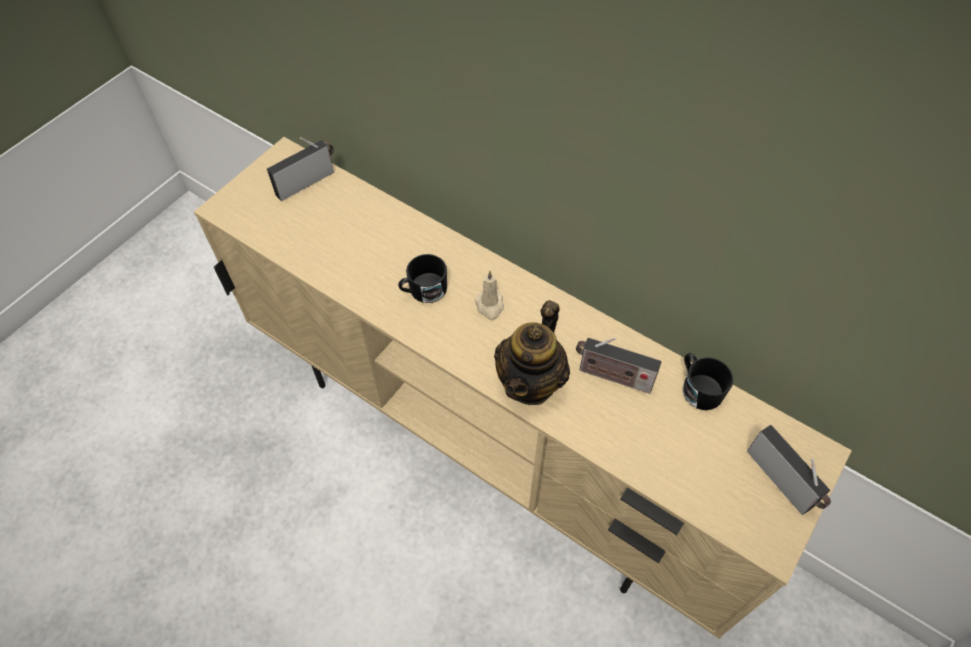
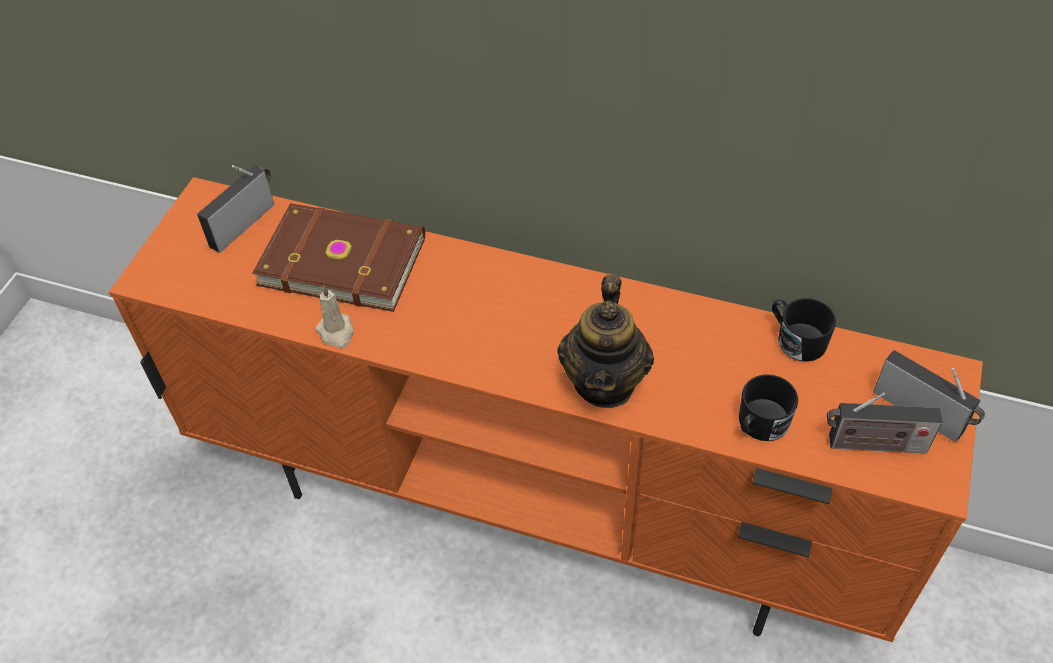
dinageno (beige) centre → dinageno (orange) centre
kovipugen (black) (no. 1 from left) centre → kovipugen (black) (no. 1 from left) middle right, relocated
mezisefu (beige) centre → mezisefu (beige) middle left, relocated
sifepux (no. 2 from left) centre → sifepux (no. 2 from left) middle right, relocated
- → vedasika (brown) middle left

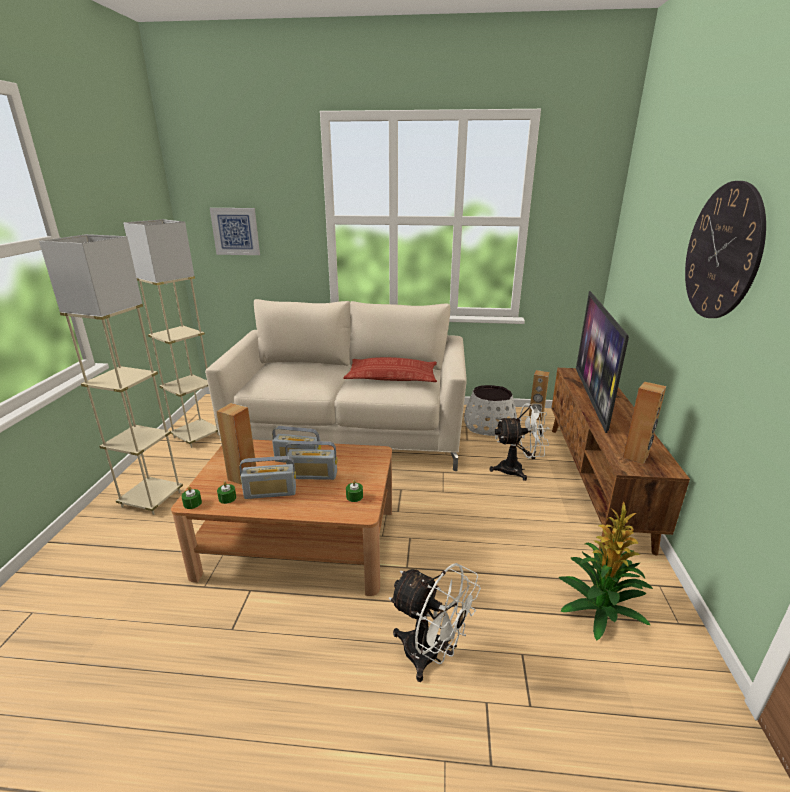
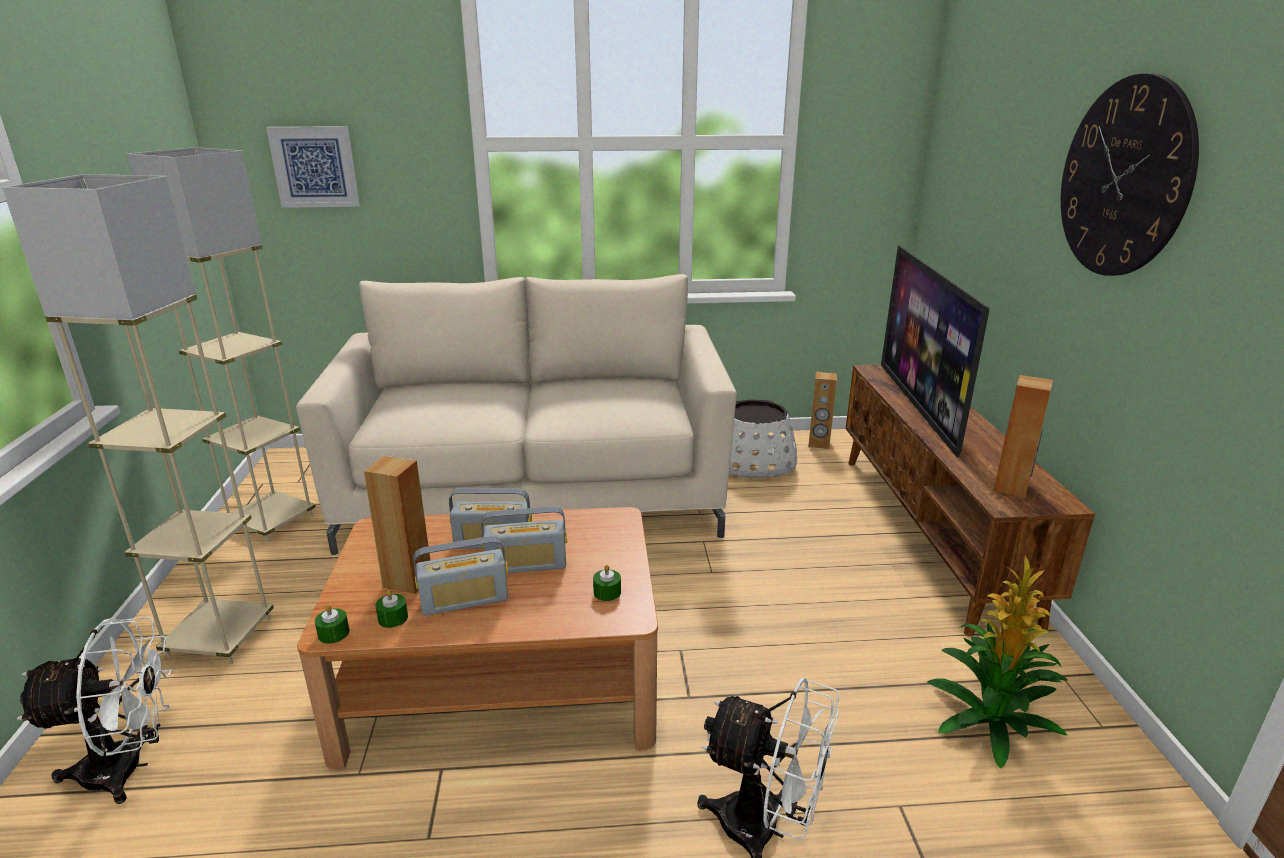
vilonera centre → -
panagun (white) (no. 2 from left in the first image) centre → panagun (white) (no. 1 from left) bottom left, relocated

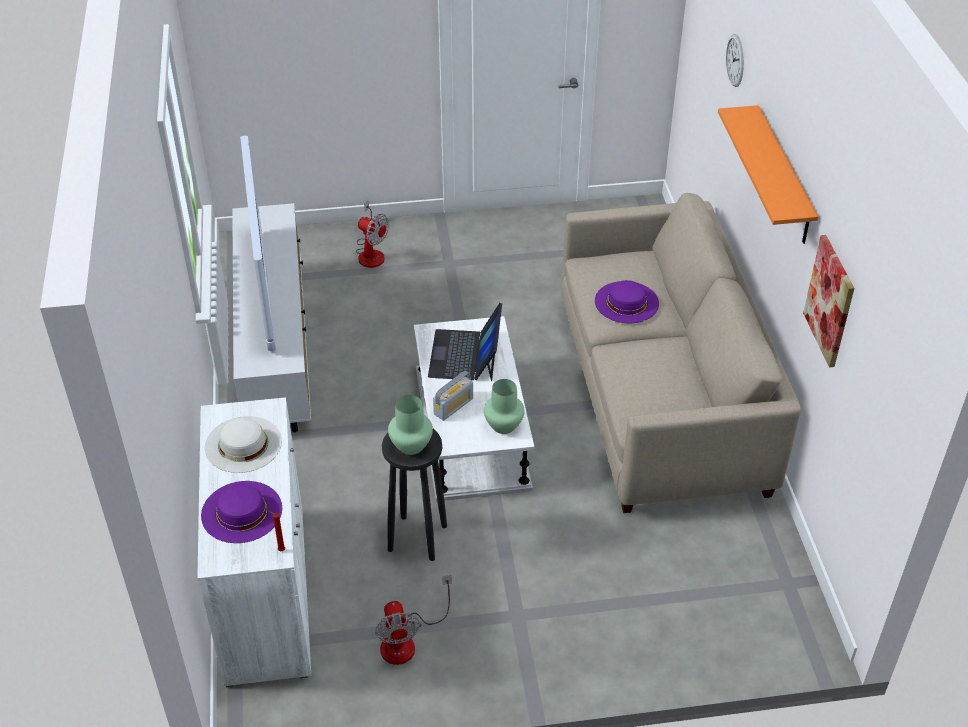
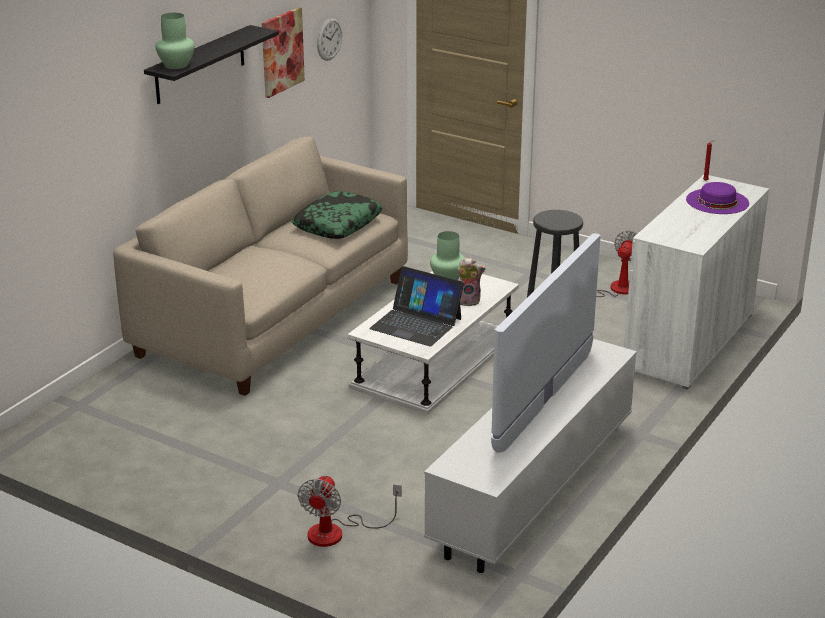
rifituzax top right → rifituzax top centre, relocated
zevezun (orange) top right → zevezun (black) top left
panagun (no. 1 from left) top centre → panagun (no. 1 from left) bottom centre, 150 degrees counterclockwise
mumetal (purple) (no. 2 from left) centre → -
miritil centre, 75 degrees clockwise
sifepux centre → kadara centre
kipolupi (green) (no. 1 from left) centre → kipolupi (green) (no. 1 from left) top left, relocated
mumetal (white) middle left → -
- → vilonera centre

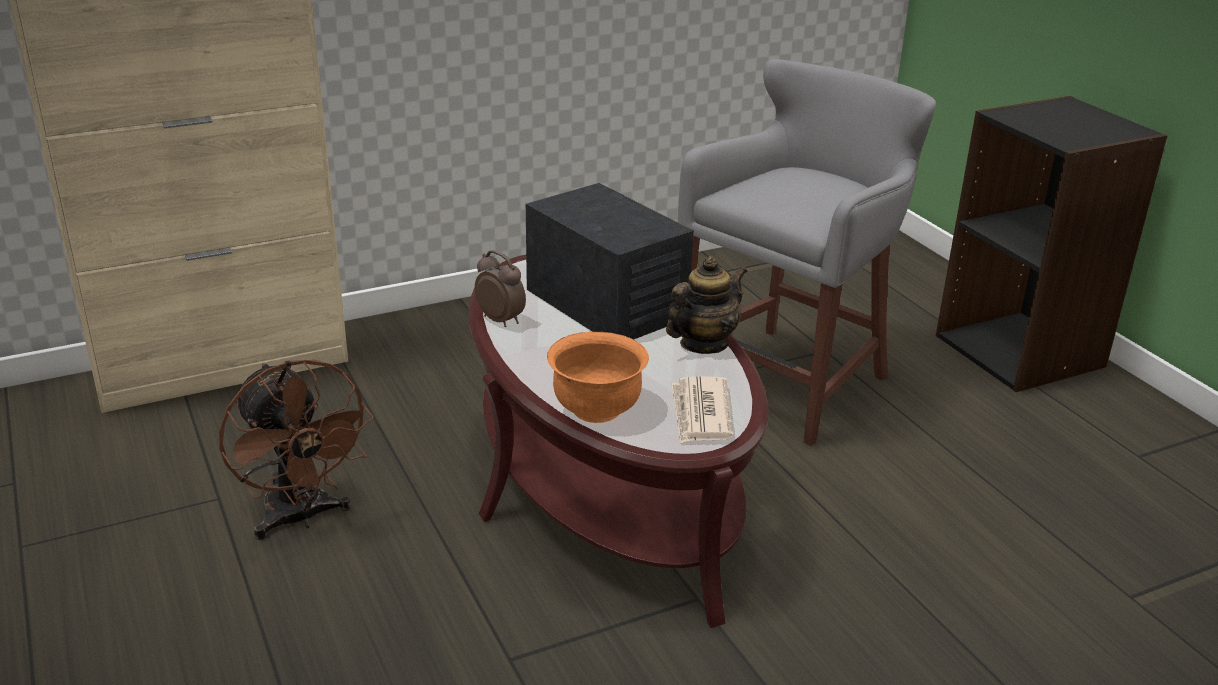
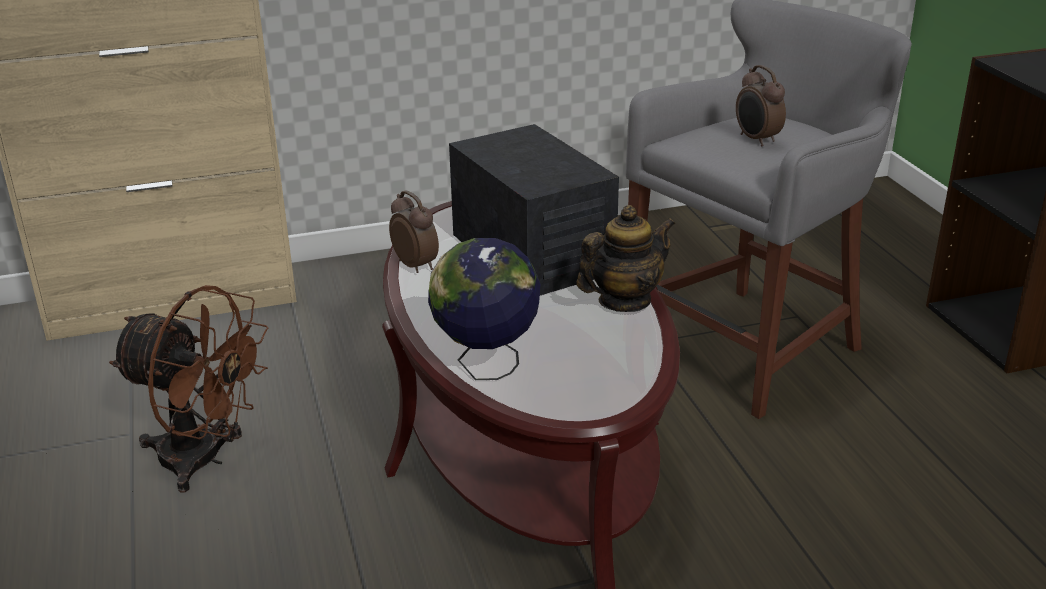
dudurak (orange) centre → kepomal centre
panagun (brown) middle left, 45 degrees counterclockwise
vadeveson centre → -
- → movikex (no. 2 from left) top right

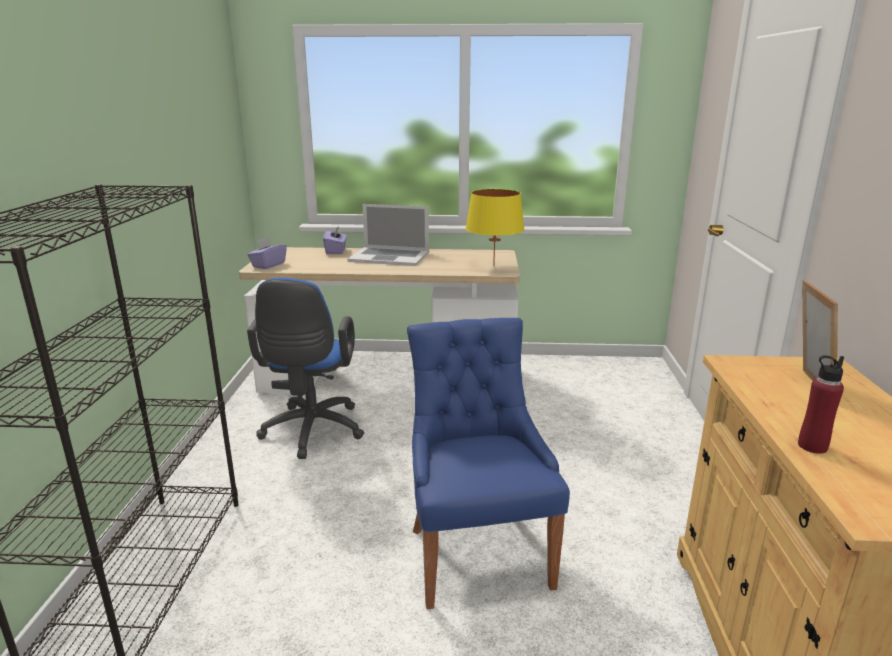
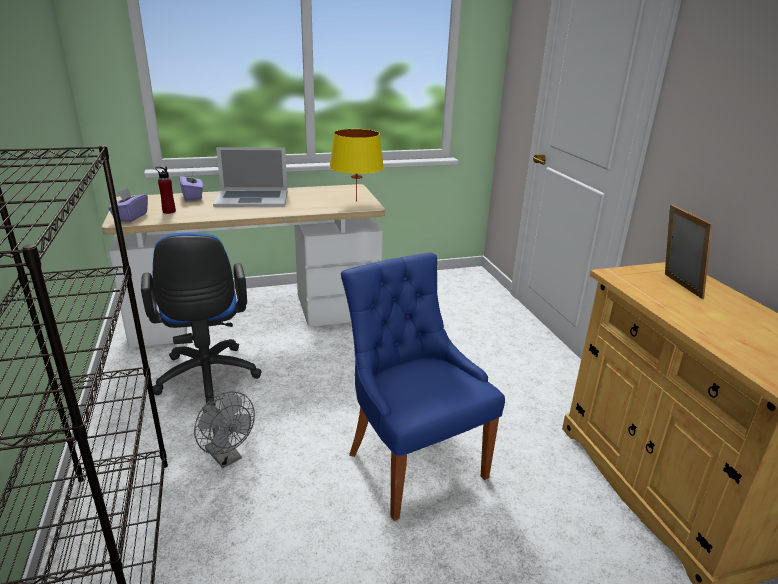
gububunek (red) middle right → gububunek (red) top left, relocated
- → panagun (grey) bottom left

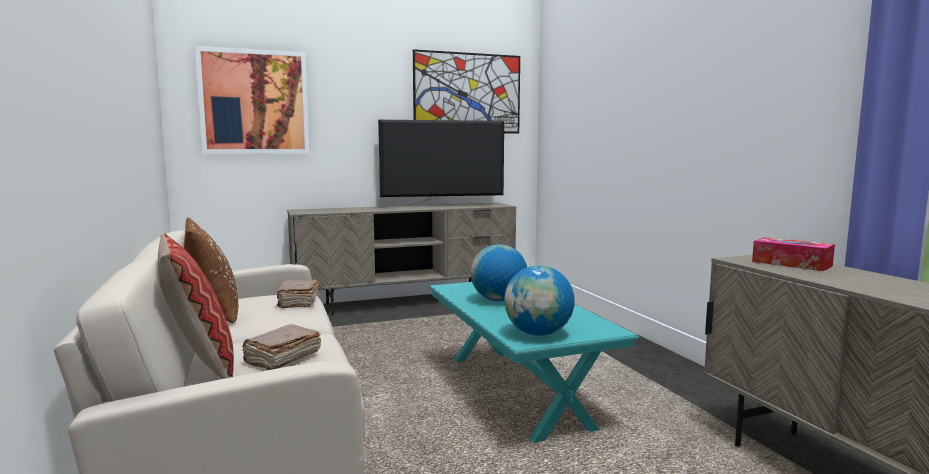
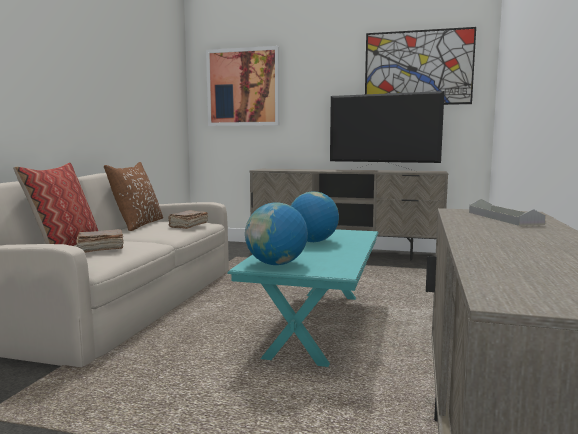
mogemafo middle right → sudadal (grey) middle right

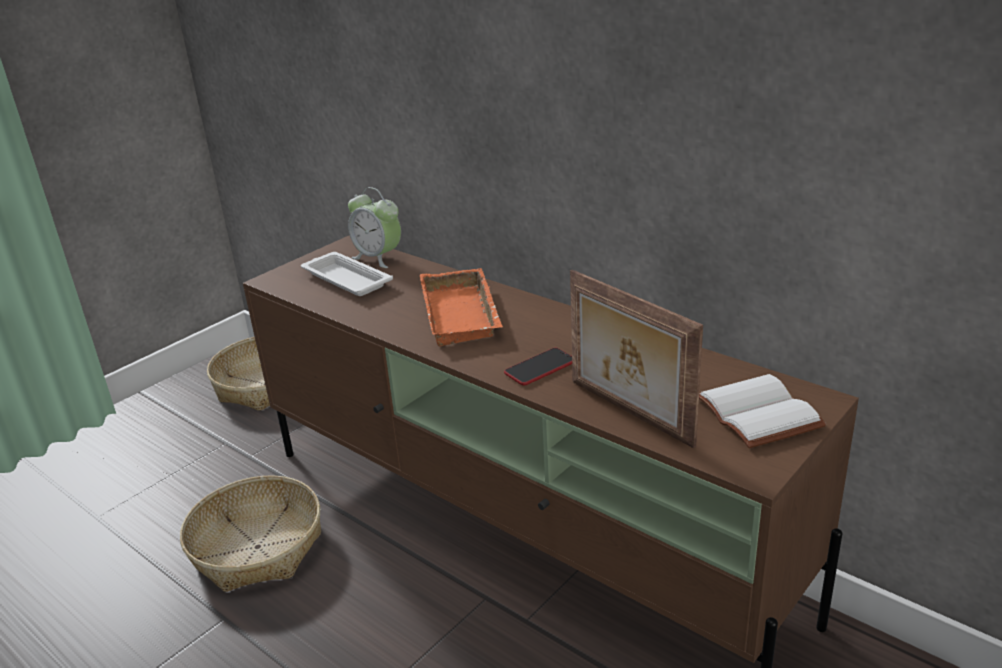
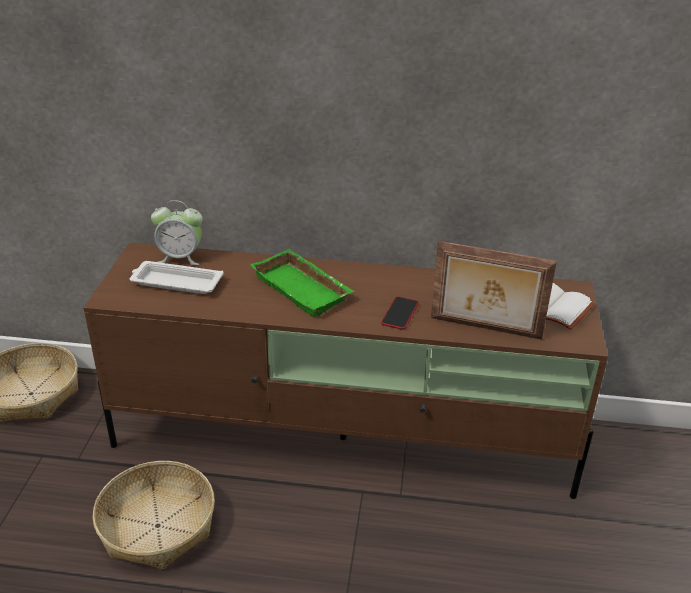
sudadal (orange) centre → sudadal (green) centre

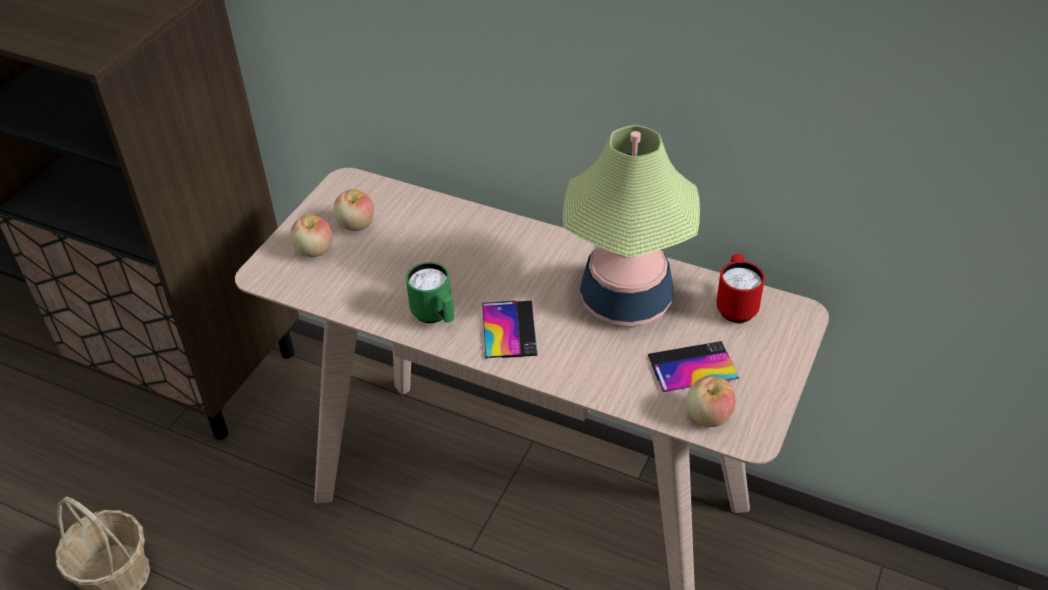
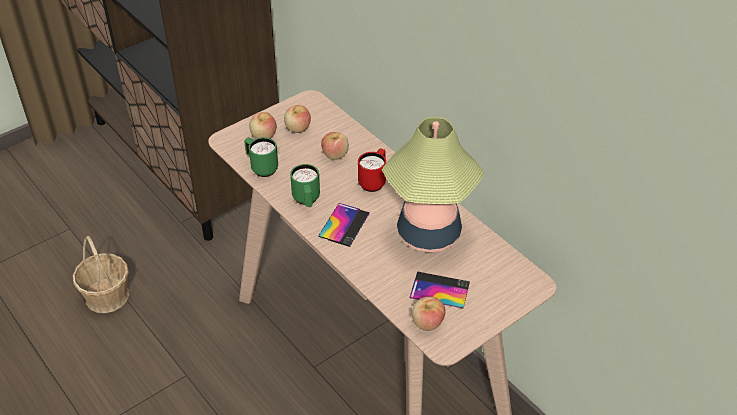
kovipugen (red) middle right → kovipugen (red) centre, relocated
- → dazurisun (no. 3 from left) centre
- → kovipugen (green) (no. 1 from left) centre

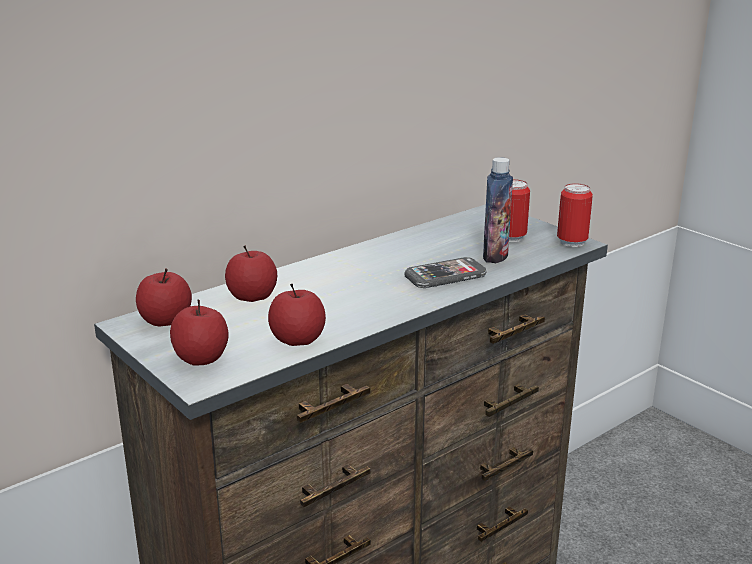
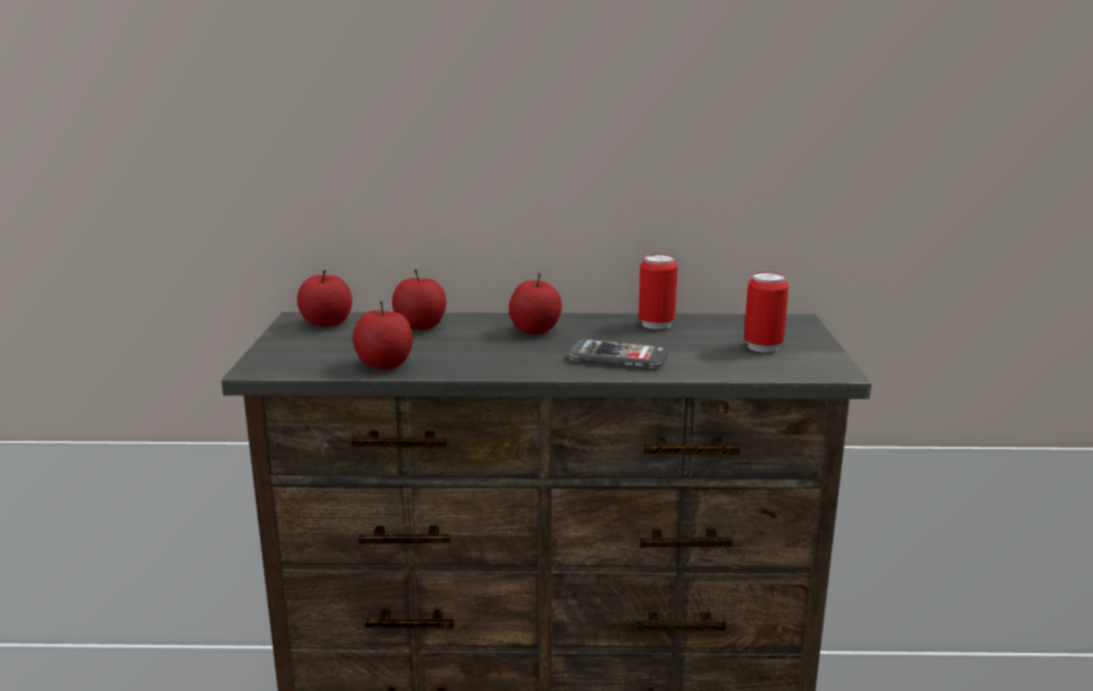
gububunek centre → -
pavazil (no. 2 from left in the first image) middle right → pavazil (no. 1 from left) centre, relocated
dazurisun (no. 2 from left in the first image) middle left → dazurisun (no. 4 from left) centre, relocated

